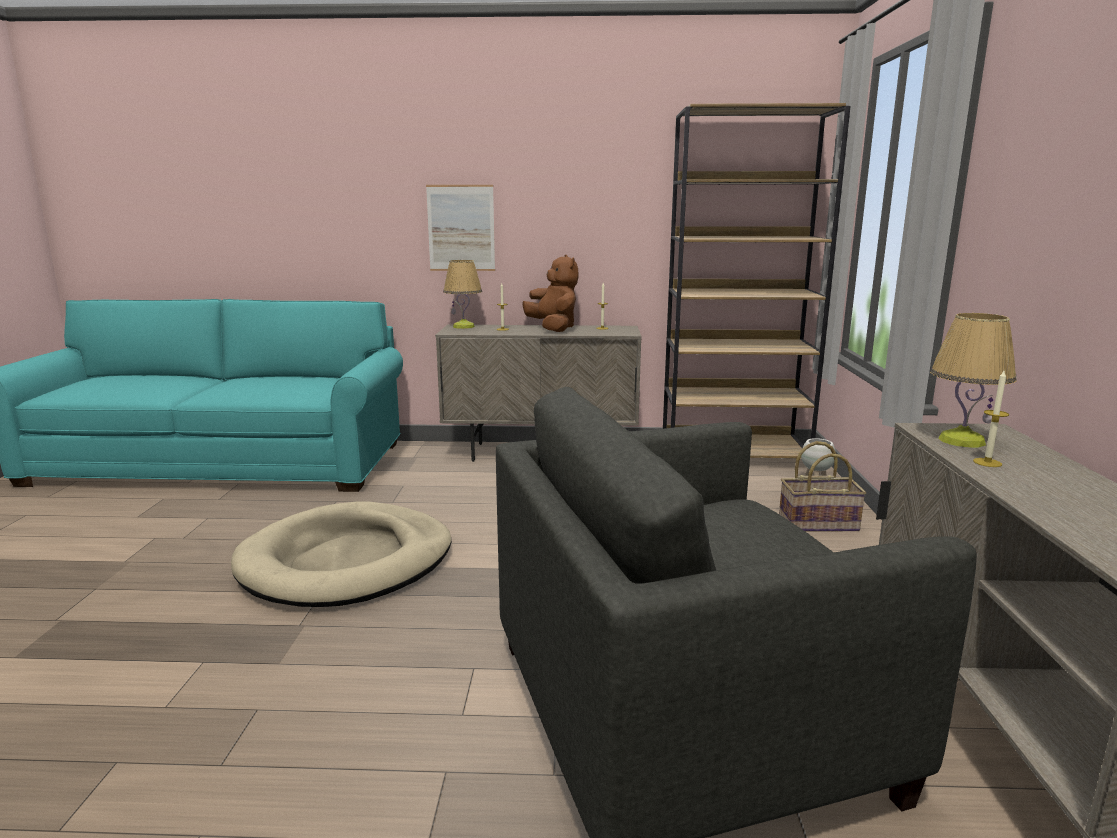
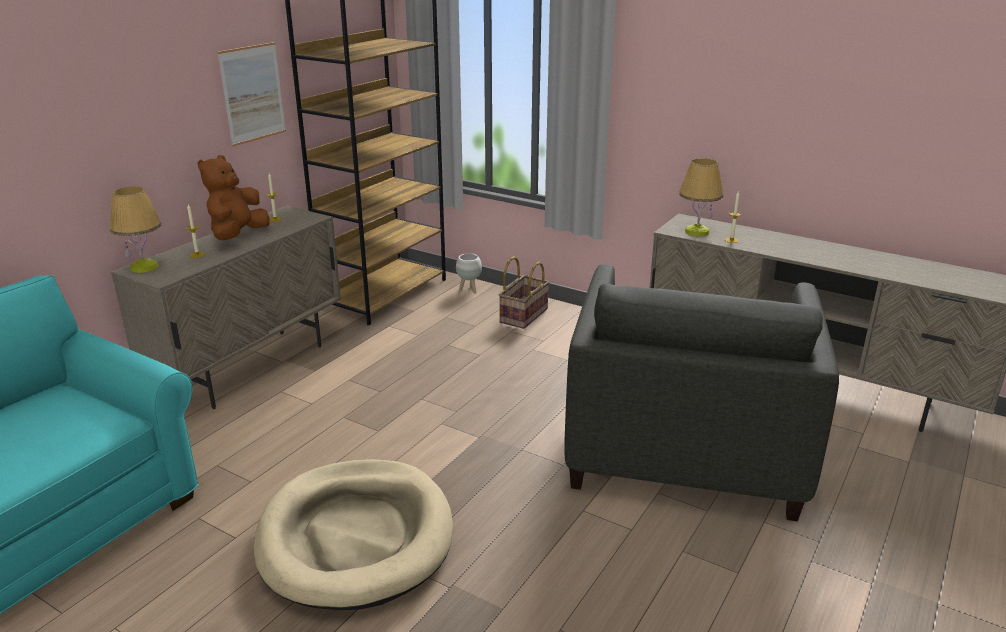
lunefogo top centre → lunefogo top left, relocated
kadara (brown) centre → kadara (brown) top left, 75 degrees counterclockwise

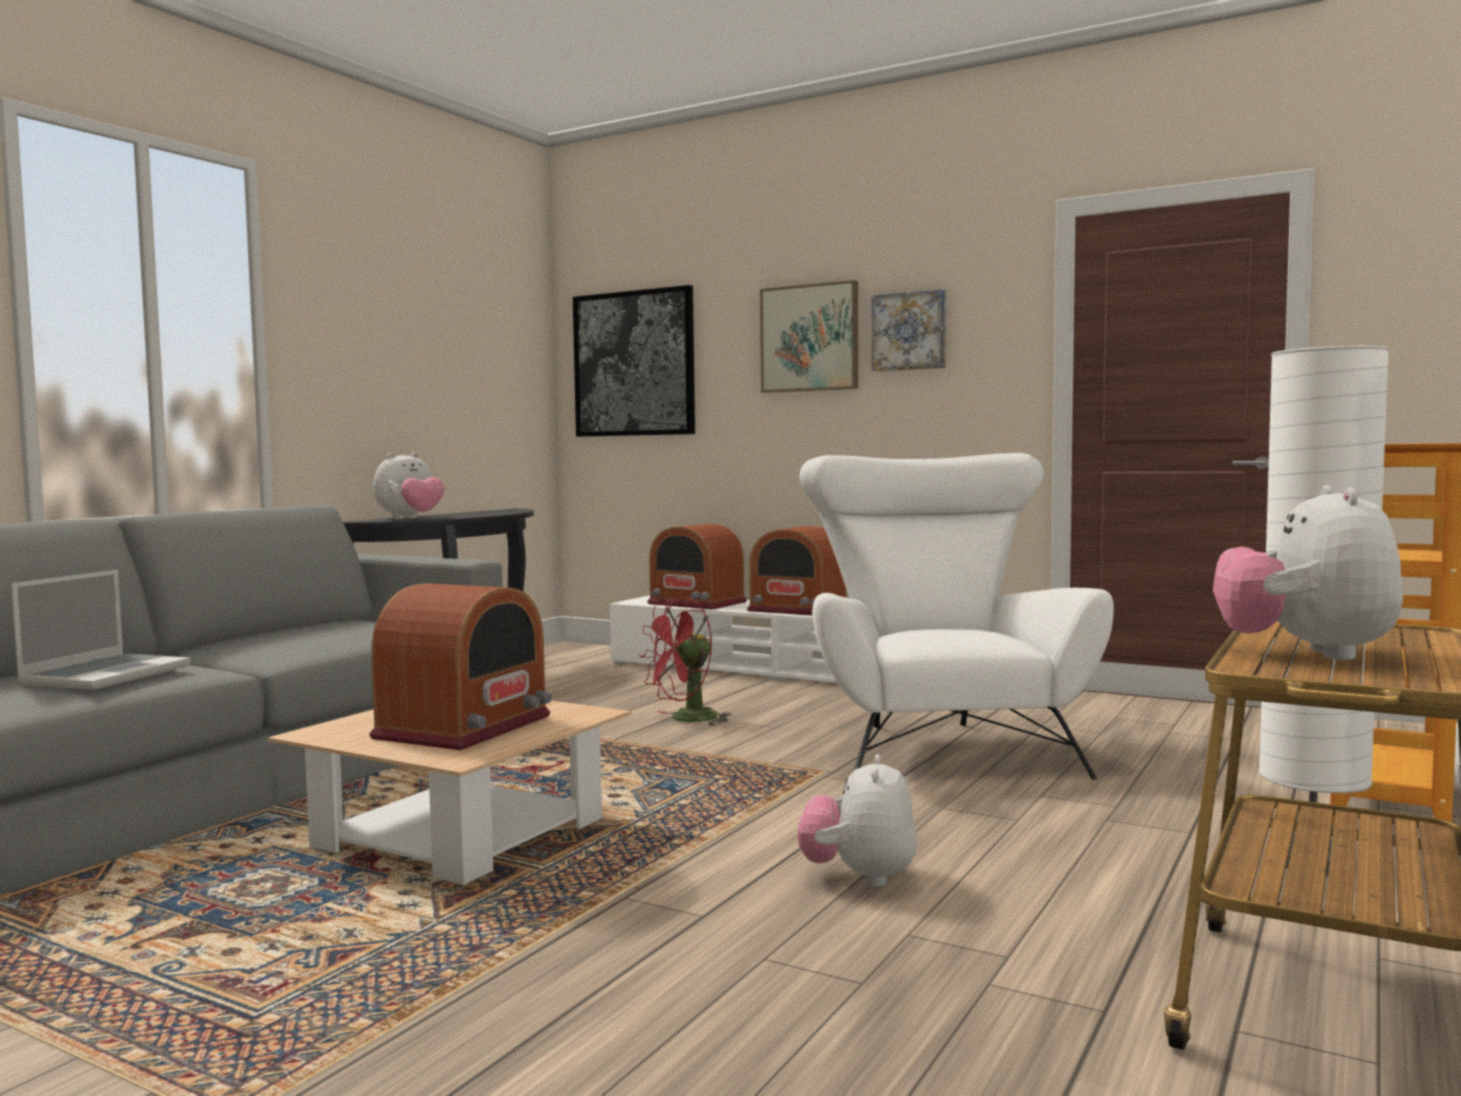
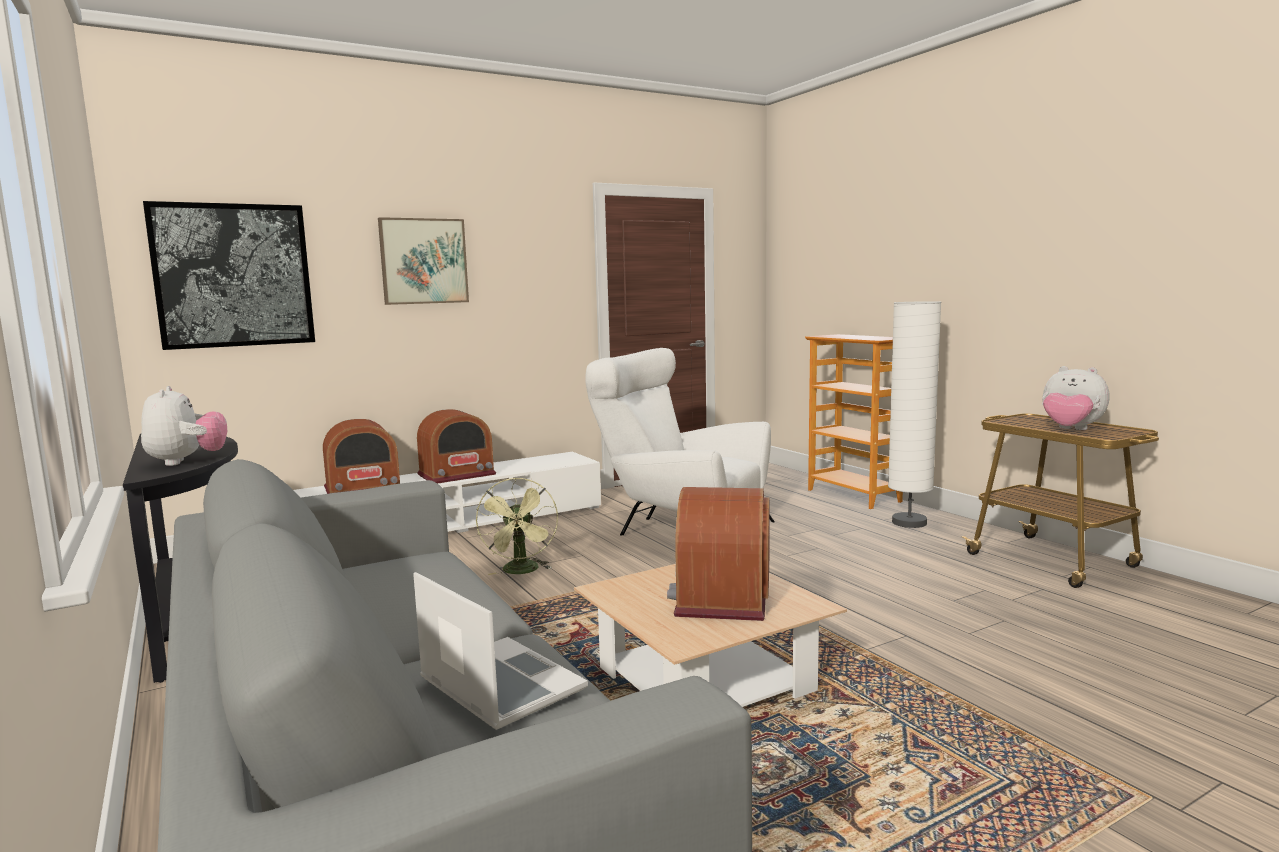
lunefogo (no. 3 from left) top centre → -
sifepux (no. 1 from left in the first image) middle left → sifepux (no. 3 from left) centre, 135 degrees counterclockwise
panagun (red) centre → panagun (green) centre
kadara (no. 2 from left) bottom centre → -

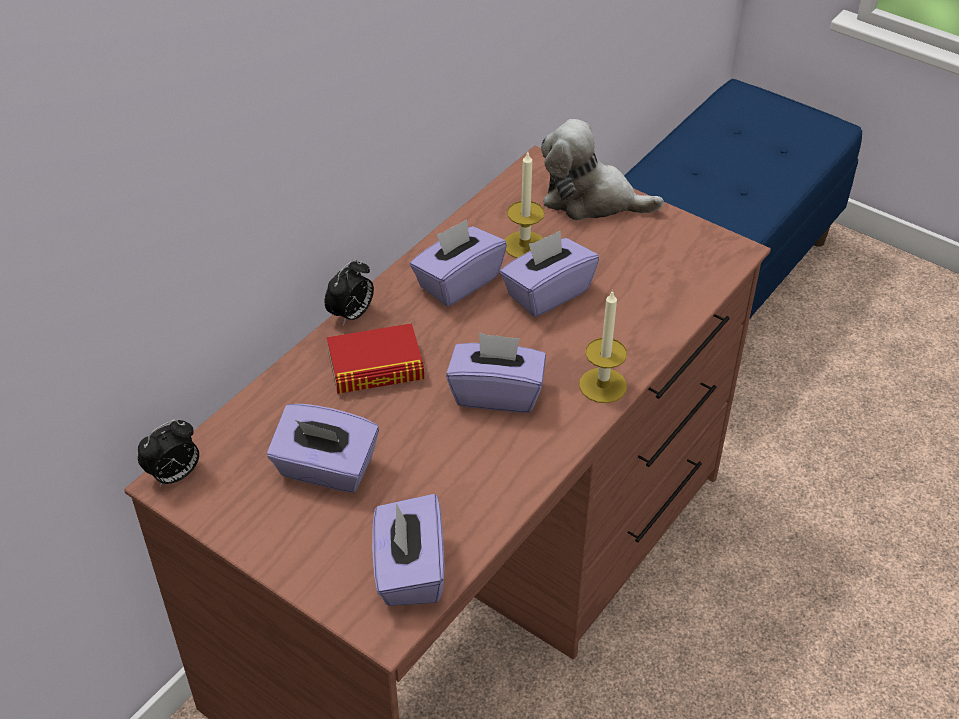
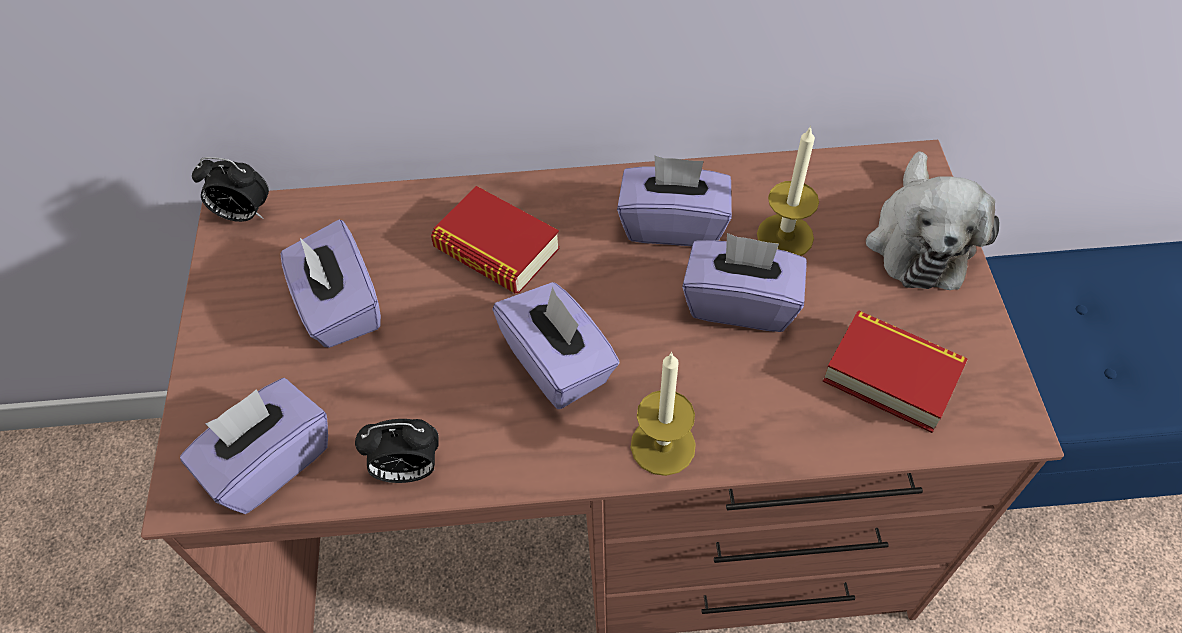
kadara top centre → kadara middle right, 150 degrees counterclockwise
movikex (no. 2 from left) centre → movikex (no. 2 from left) bottom centre, relocated
- → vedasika (no. 2 from left) middle right

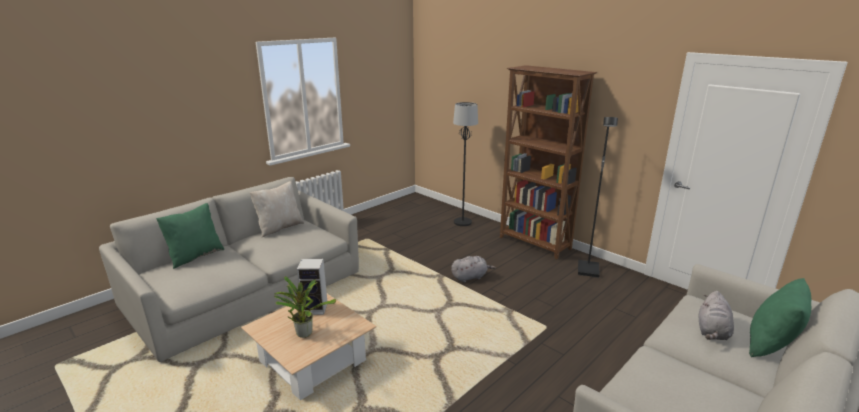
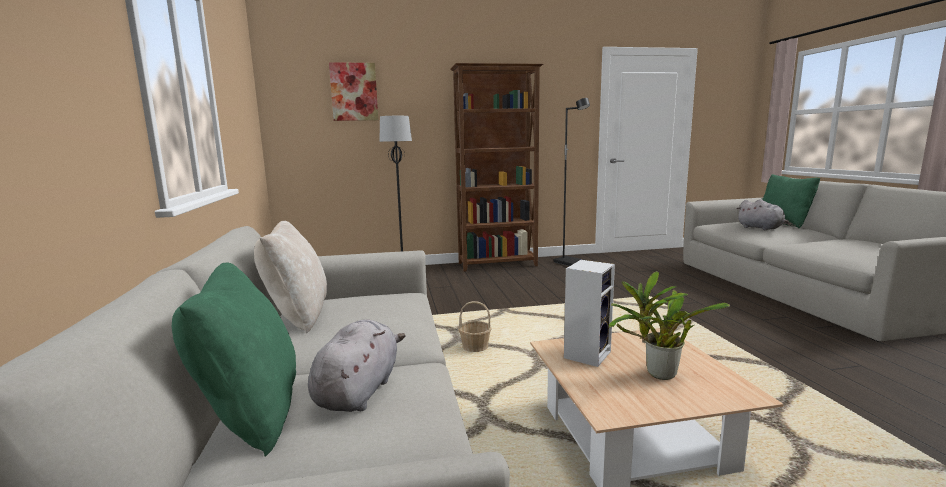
kadara (grey) (no. 1 from left) centre → kadara (grey) (no. 1 from left) bottom centre, relocated
- → lunefogo top centre
- → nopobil bottom centre

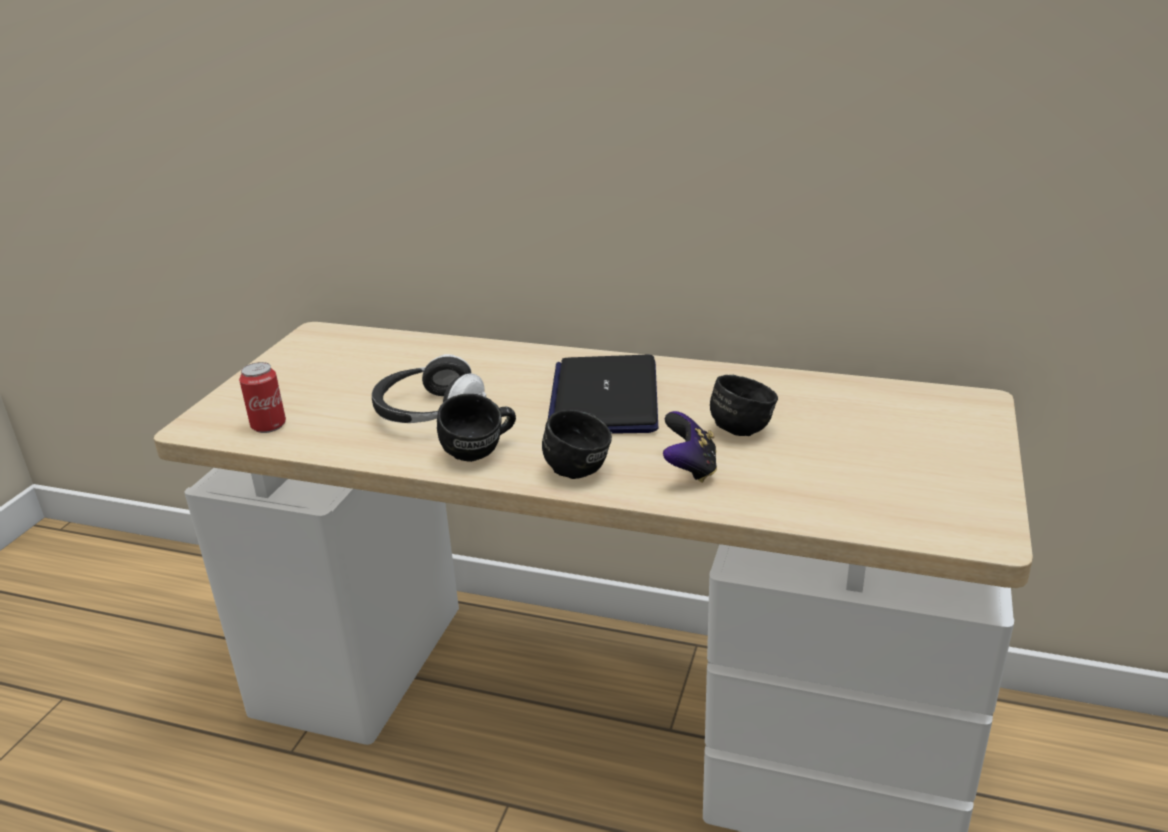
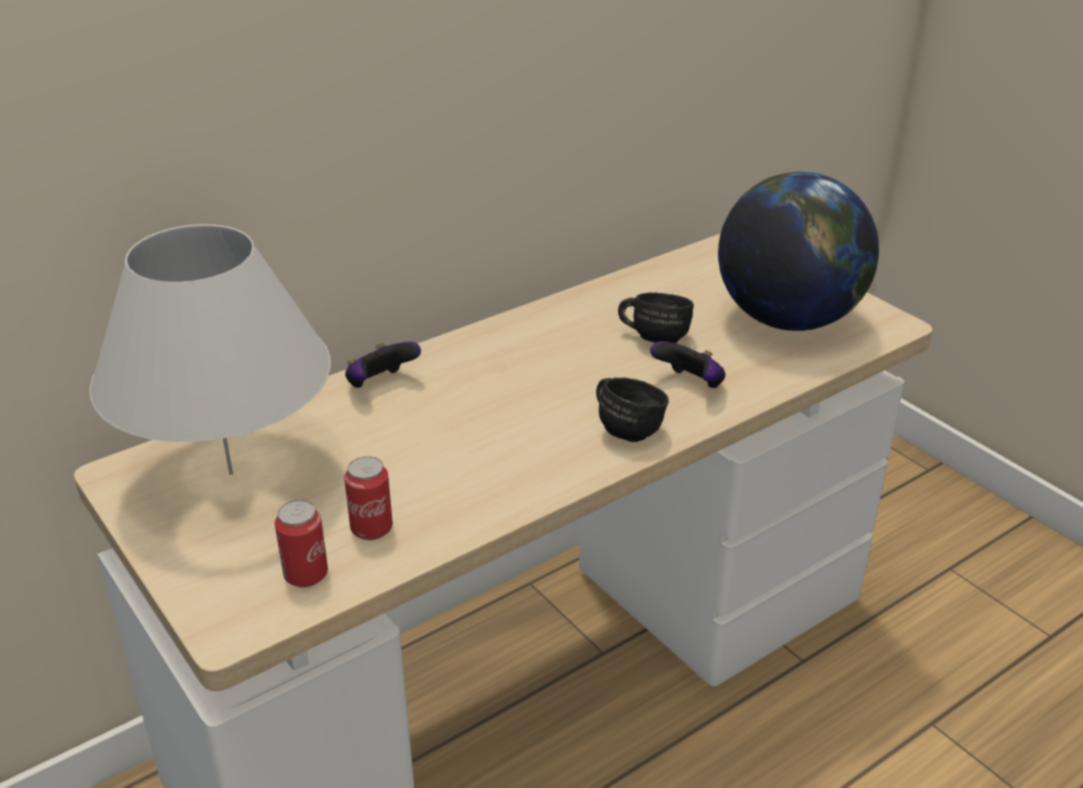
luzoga centre → -
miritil centre → -
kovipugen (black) (no. 1 from left) centre → -
- → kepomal top right
- → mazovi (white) middle left
- → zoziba (no. 1 from left) centre
- → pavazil (no. 2 from left) centre

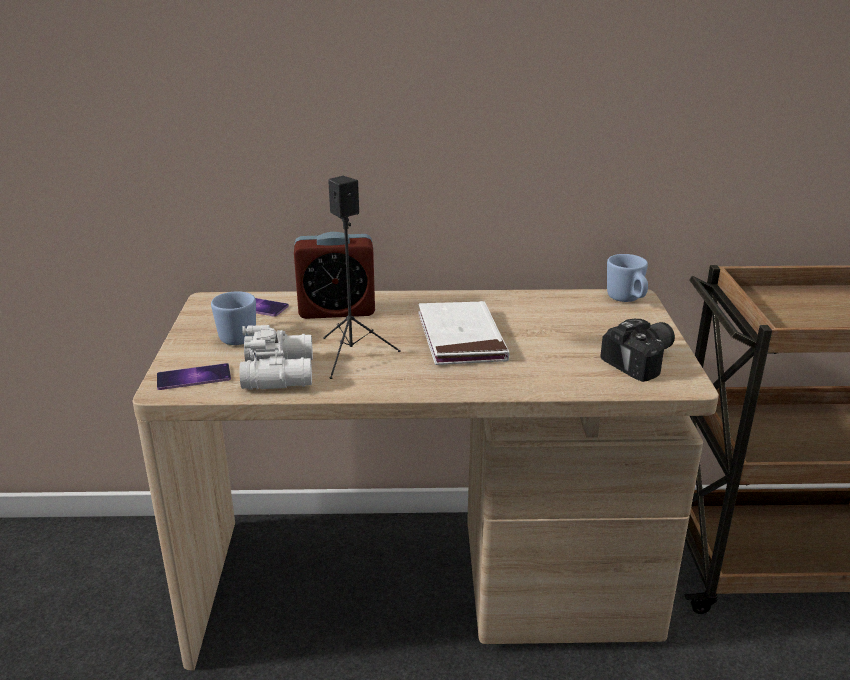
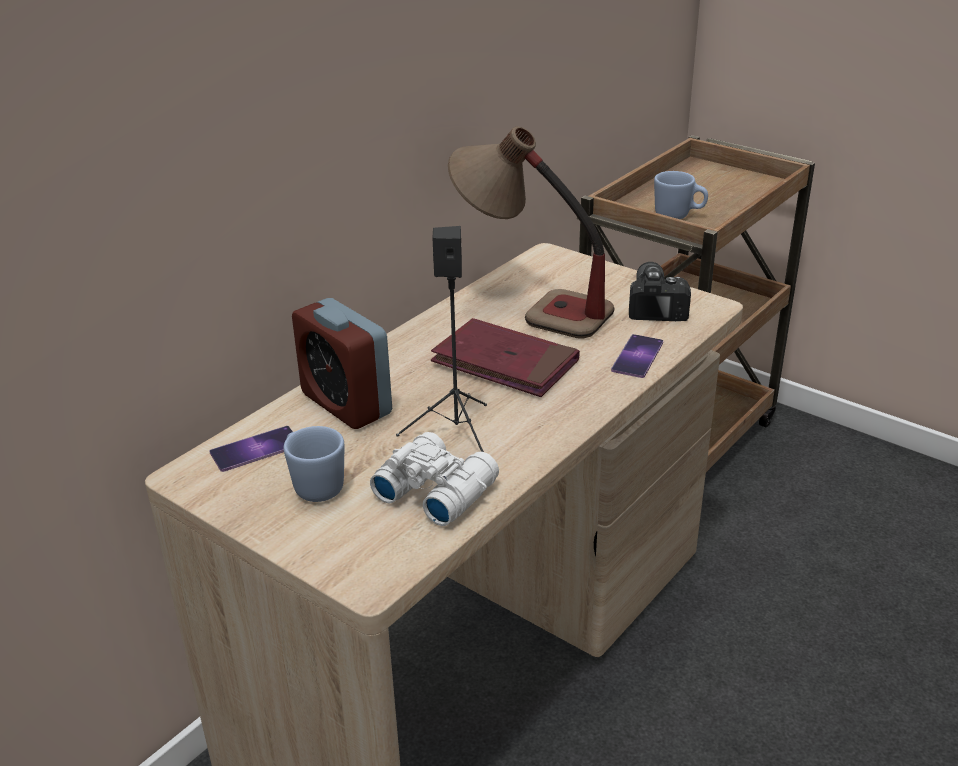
movikex centre, 105 degrees clockwise
kovipugen (blue) (no. 2 from left) middle right → kovipugen (blue) (no. 2 from left) top right, relocated
vedasika (white) centre → vedasika (red) centre
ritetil (no. 1 from left in the first image) middle left → ritetil (no. 2 from left) centre, relocated
- → mazovi top centre

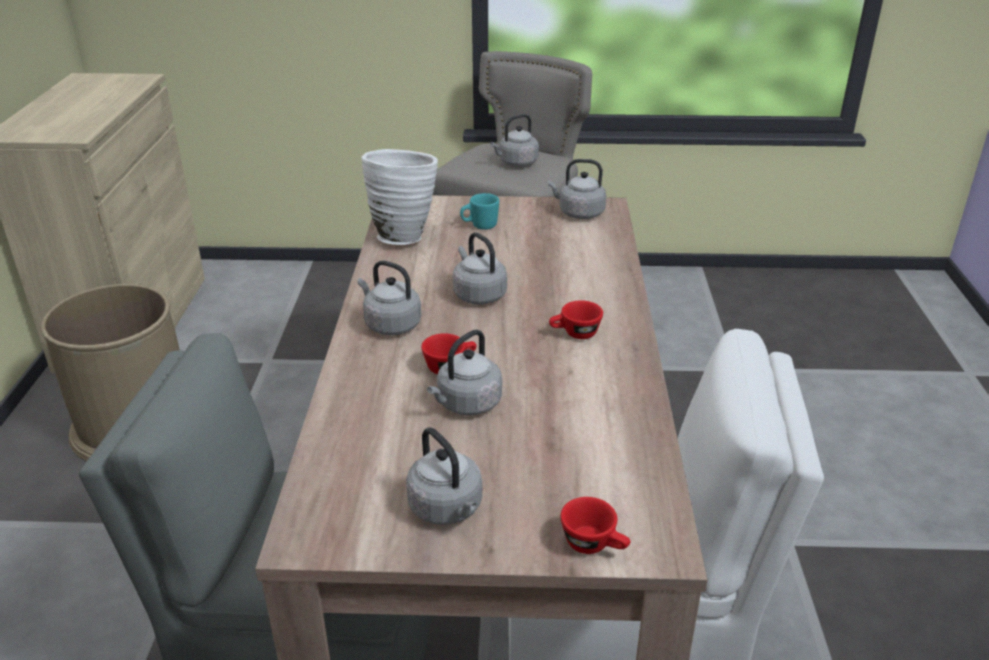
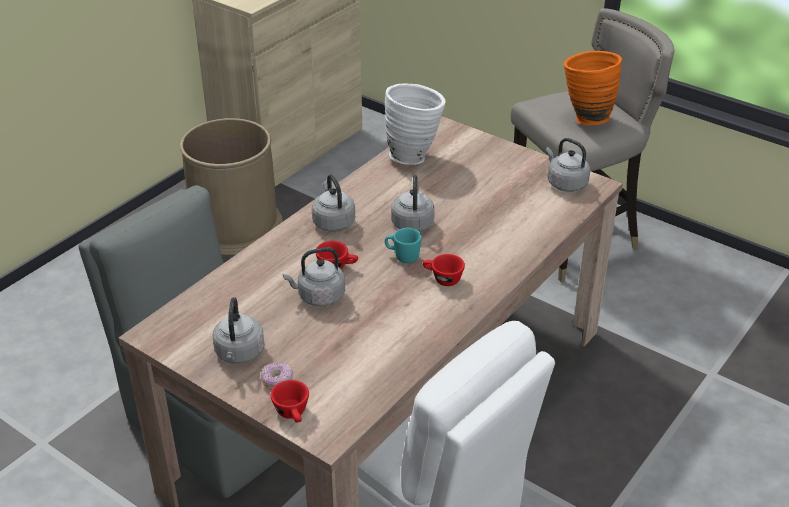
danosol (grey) (no. 5 from left) top centre → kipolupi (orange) top right
kovipugen (turquoise) top centre → kovipugen (turquoise) centre, relocated
- → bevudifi bottom centre

